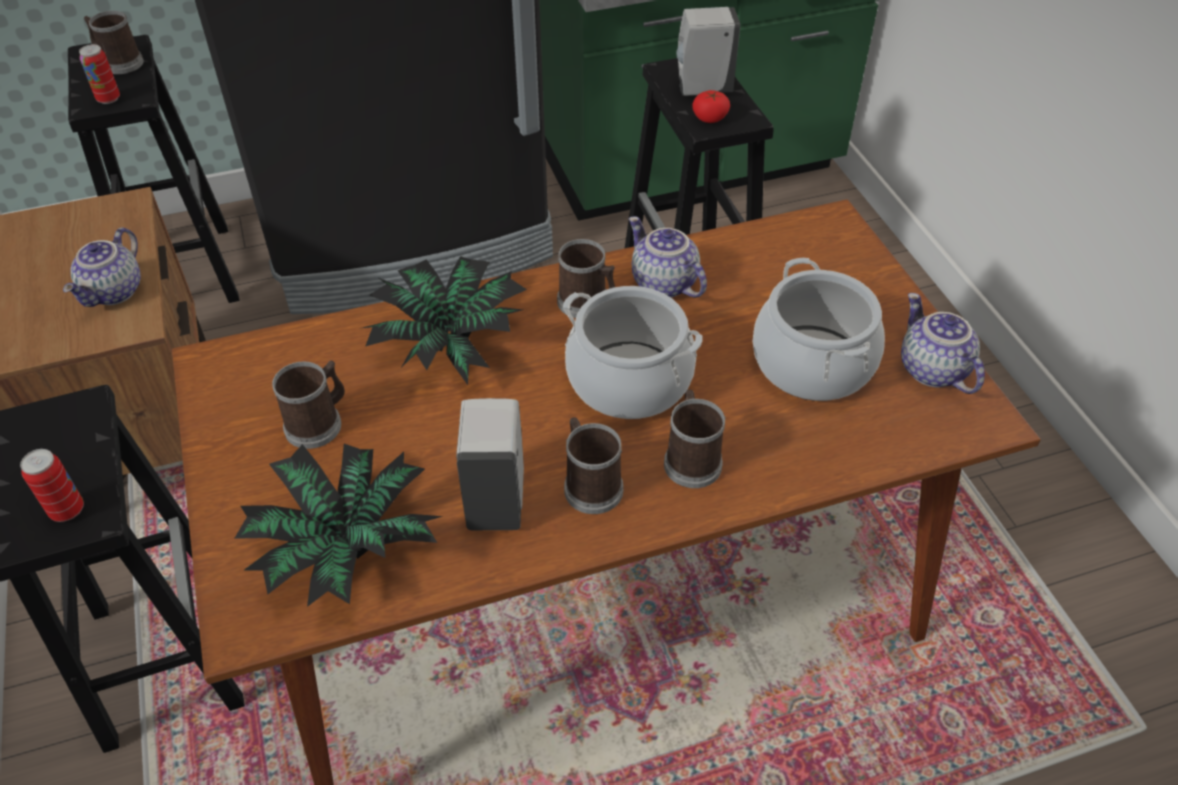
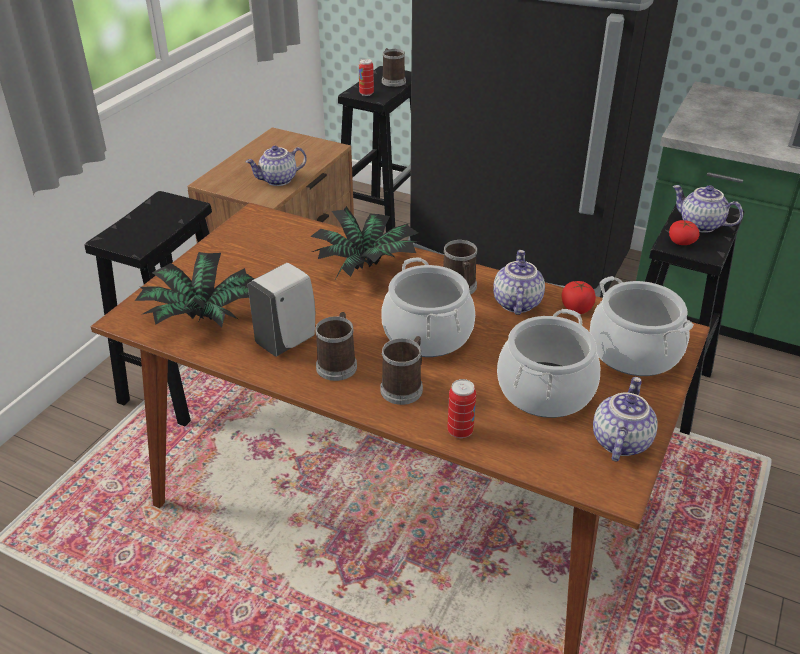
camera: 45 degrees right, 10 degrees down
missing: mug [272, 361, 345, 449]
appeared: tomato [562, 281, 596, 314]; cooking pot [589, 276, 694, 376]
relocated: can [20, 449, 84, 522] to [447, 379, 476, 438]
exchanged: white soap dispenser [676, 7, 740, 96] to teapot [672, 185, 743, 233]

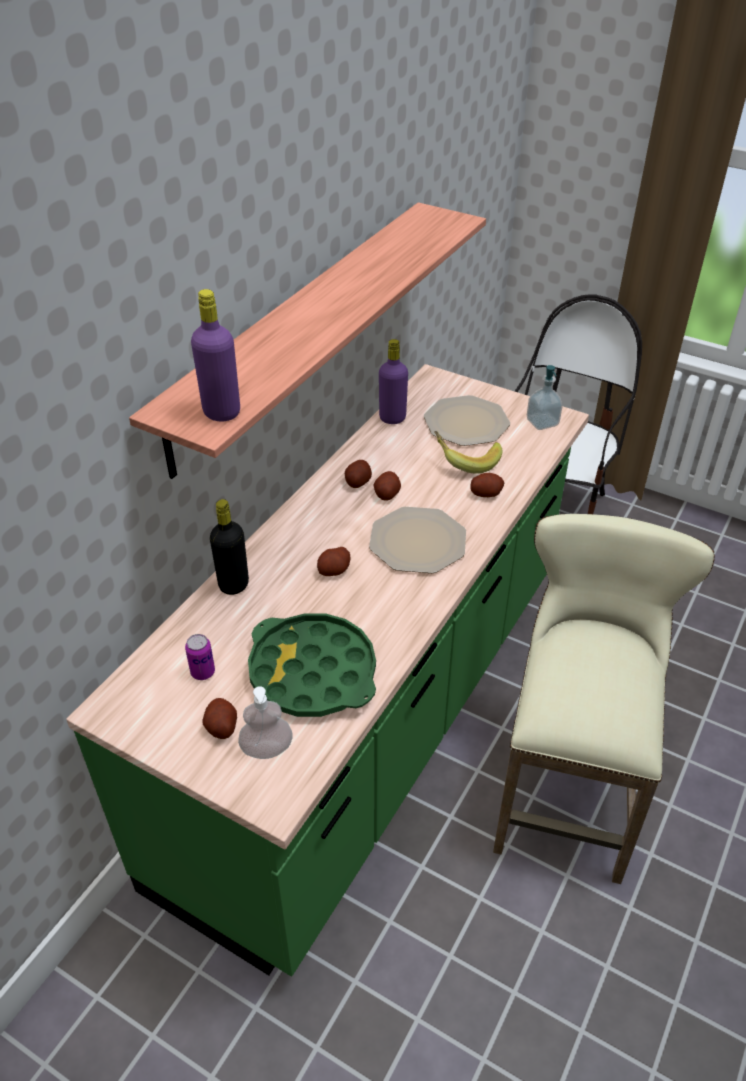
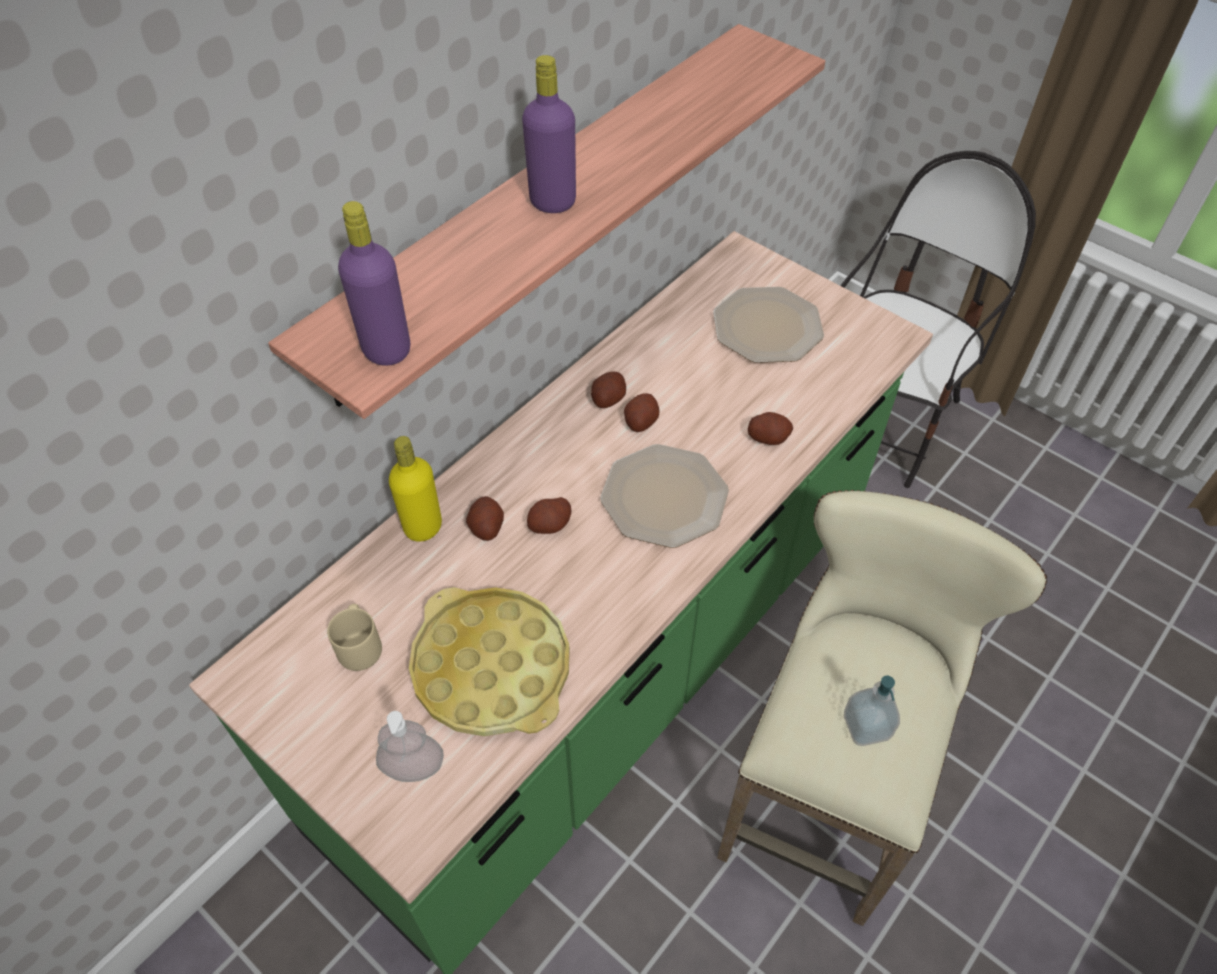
camera: 10 degrees right, 10 degrees up
missing: banana [434, 431, 502, 474]
relocated: potato [202, 698, 237, 739] to [466, 496, 504, 541]; purple bottle [379, 339, 408, 424] to [522, 55, 576, 213]; soap dispenser [527, 365, 563, 430] to [844, 676, 900, 746]
exchanged: can [185, 634, 215, 680] to beige mug [327, 604, 382, 671]
colour: black bottle [210, 499, 249, 595] to yellow bottle [389, 436, 442, 542]; green tray [248, 613, 376, 717] to yellow tray [409, 587, 569, 736]

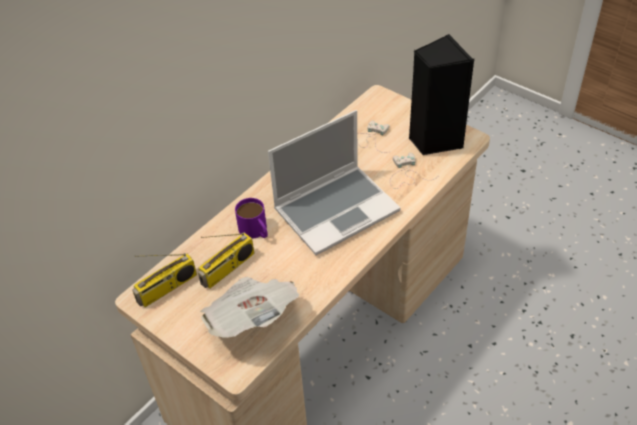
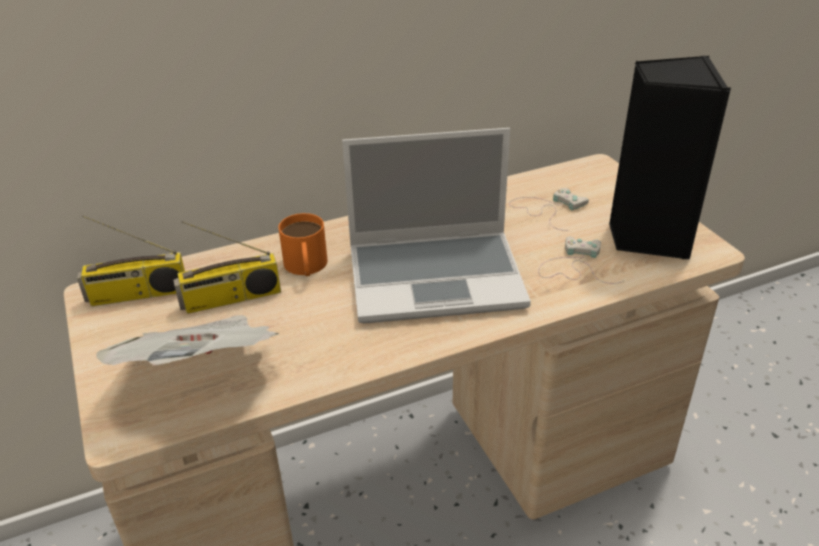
camera: 25 degrees right, 10 degrees down
colour: purple mug [235, 198, 268, 239] to orange mug [278, 213, 328, 276]

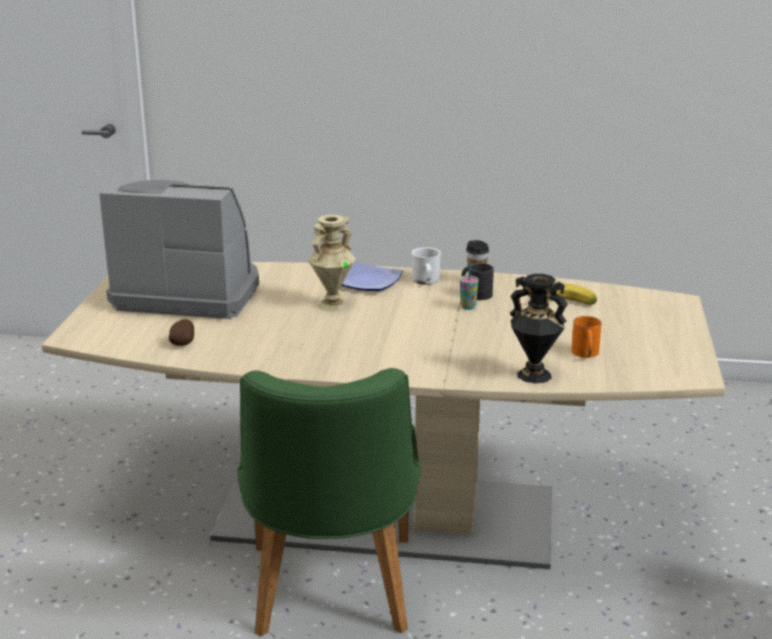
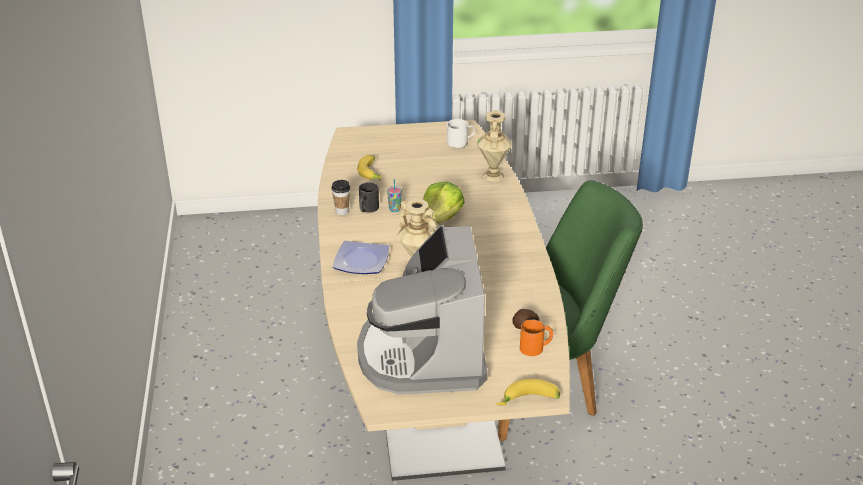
camera: 105 degrees left, 10 degrees up
appeared: lettuce [423, 182, 465, 224]; banana [496, 379, 560, 405]
relocated: white mug [412, 247, 441, 285] to [447, 119, 475, 148]; orange mug [571, 316, 602, 358] to [520, 319, 553, 356]
colour: black vase [510, 274, 568, 384] to beige vase [477, 110, 512, 182]

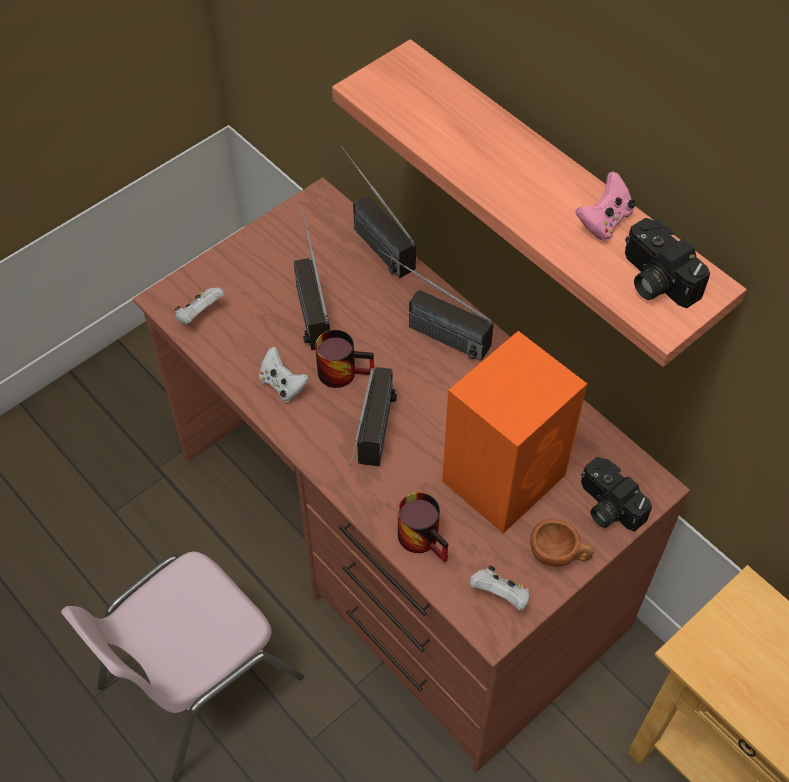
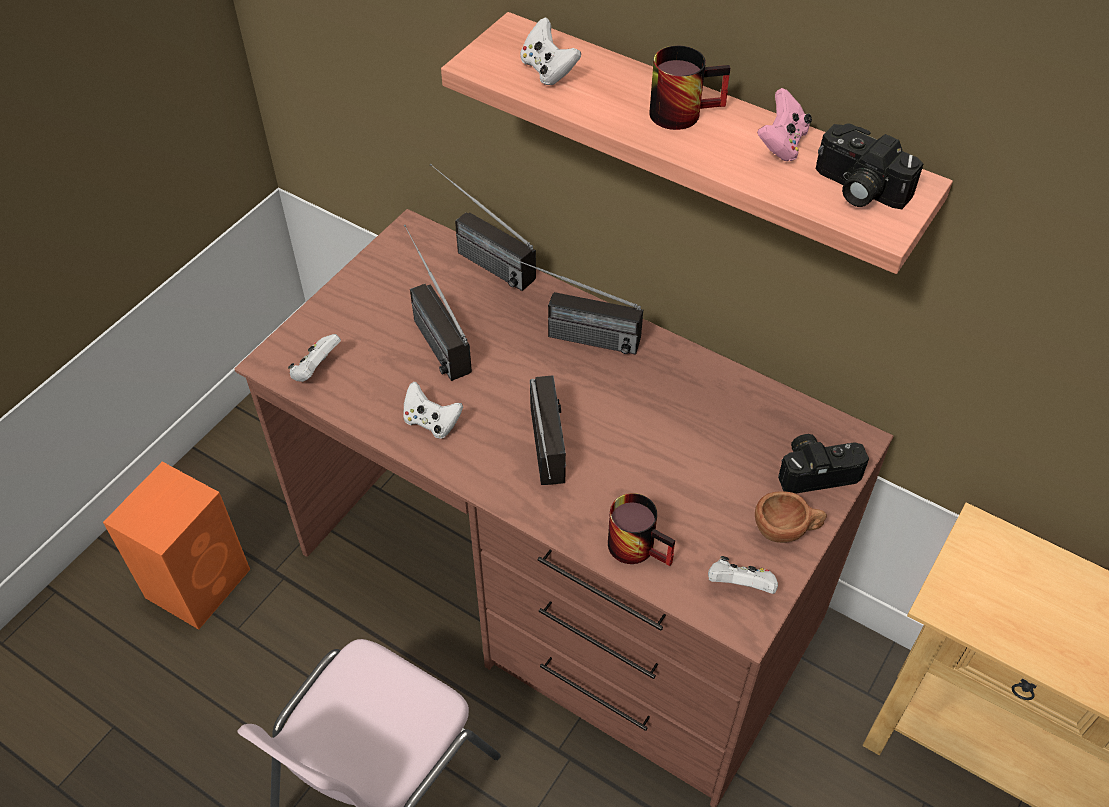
camera: 15 degrees left, 5 degrees down
appeared: white game controller [520, 17, 581, 85]
relocated: orange speaker [442, 331, 587, 534] to [103, 462, 250, 630]; mug [315, 330, 374, 388] to [649, 45, 730, 130]
spun: photo camera [581, 457, 652, 532] = [778, 434, 869, 493] 135 degrees clockwise

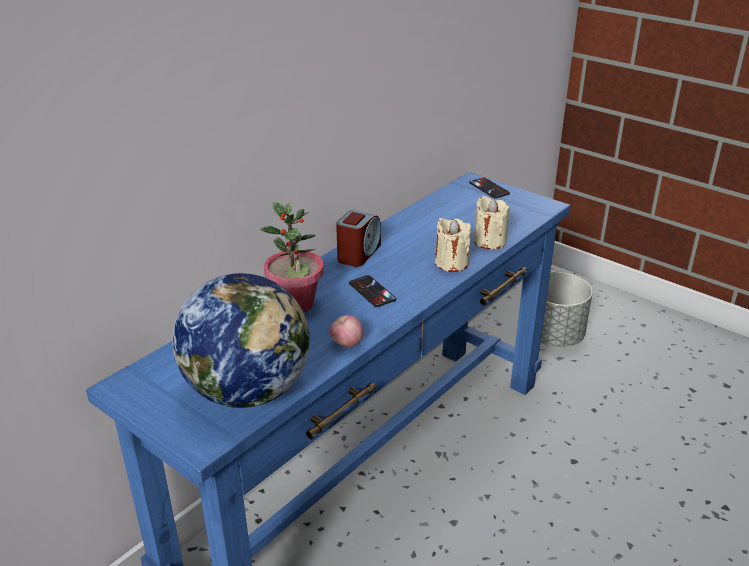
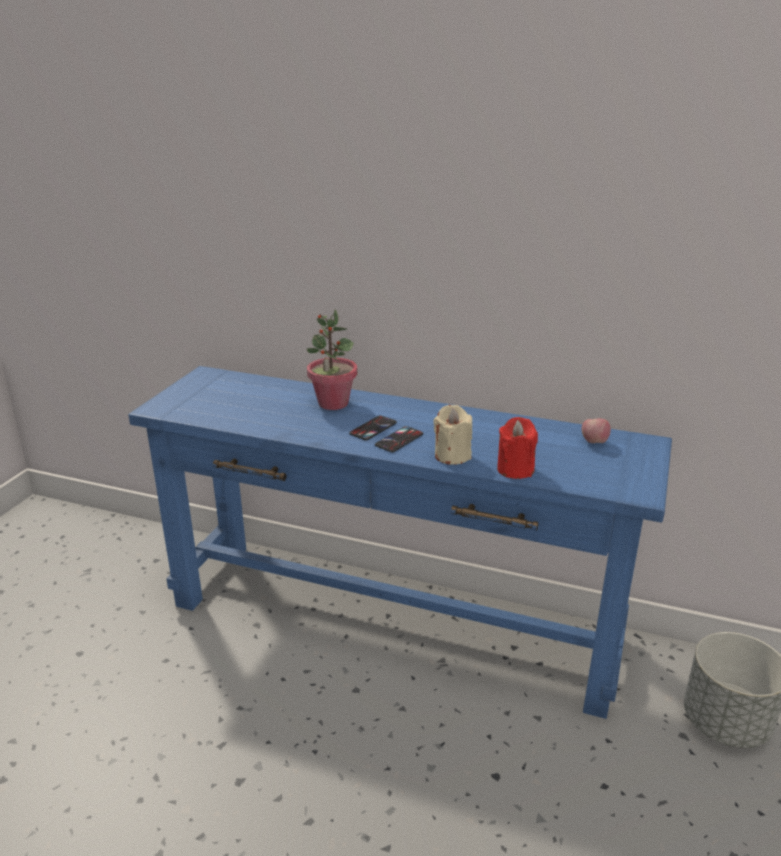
camera: 70 degrees right, 5 degrees down
missing: globe [172, 273, 310, 408]; alarm clock [336, 210, 381, 267]
relocated: phone [469, 177, 510, 198] to [375, 426, 423, 452]; apple [330, 315, 363, 347] to [581, 418, 611, 443]
colour: beige candle [474, 196, 510, 250] to red candle [497, 417, 538, 479]

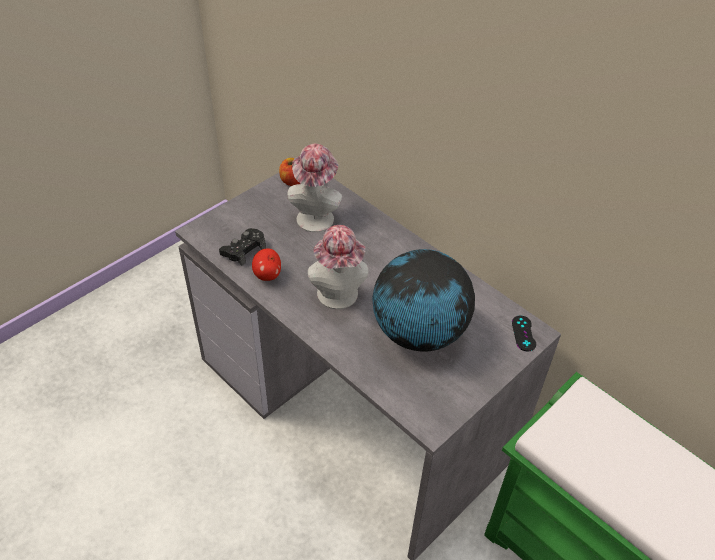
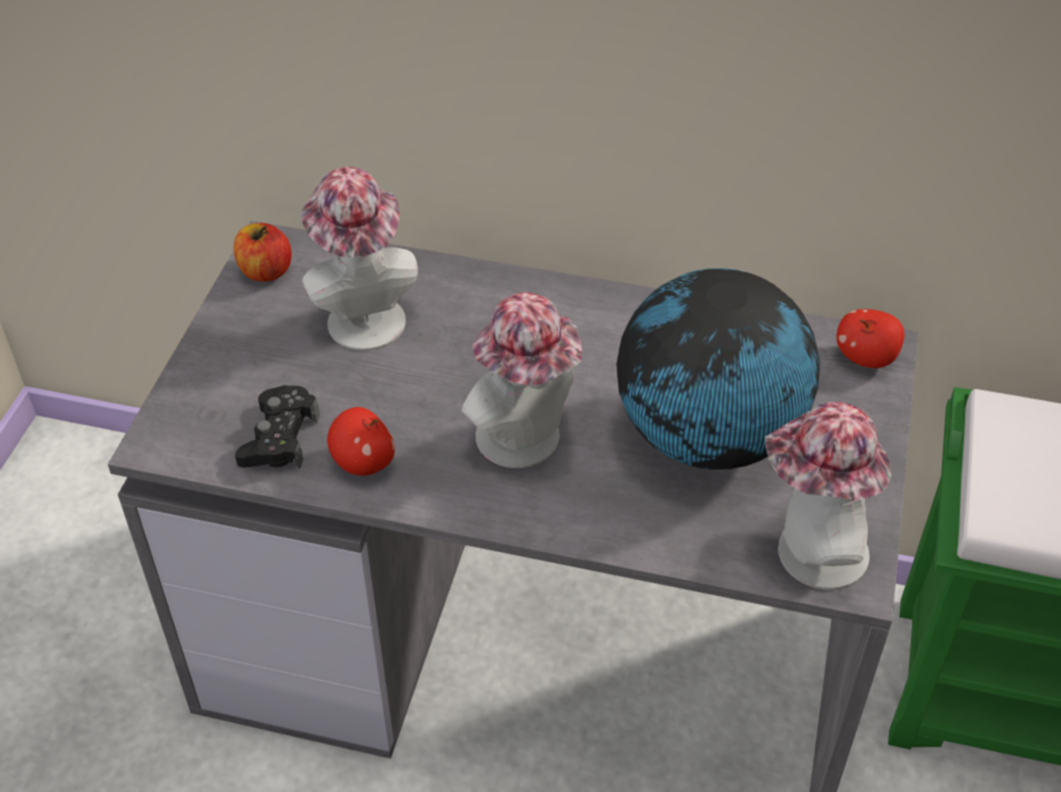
camera: 30 degrees left, 0 degrees up
appeared: hat [765, 402, 891, 590]
exchanged: black game controller [512, 316, 536, 351] to apple [836, 309, 904, 368]

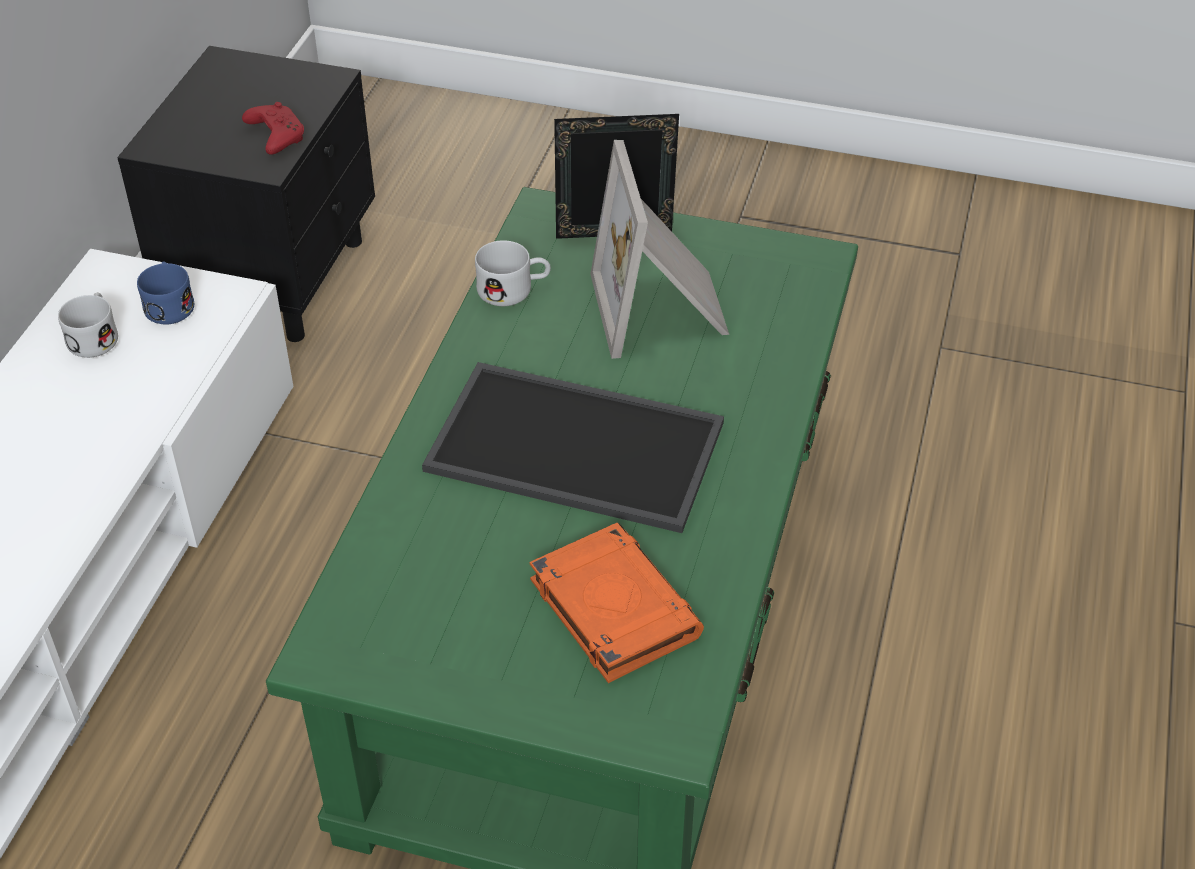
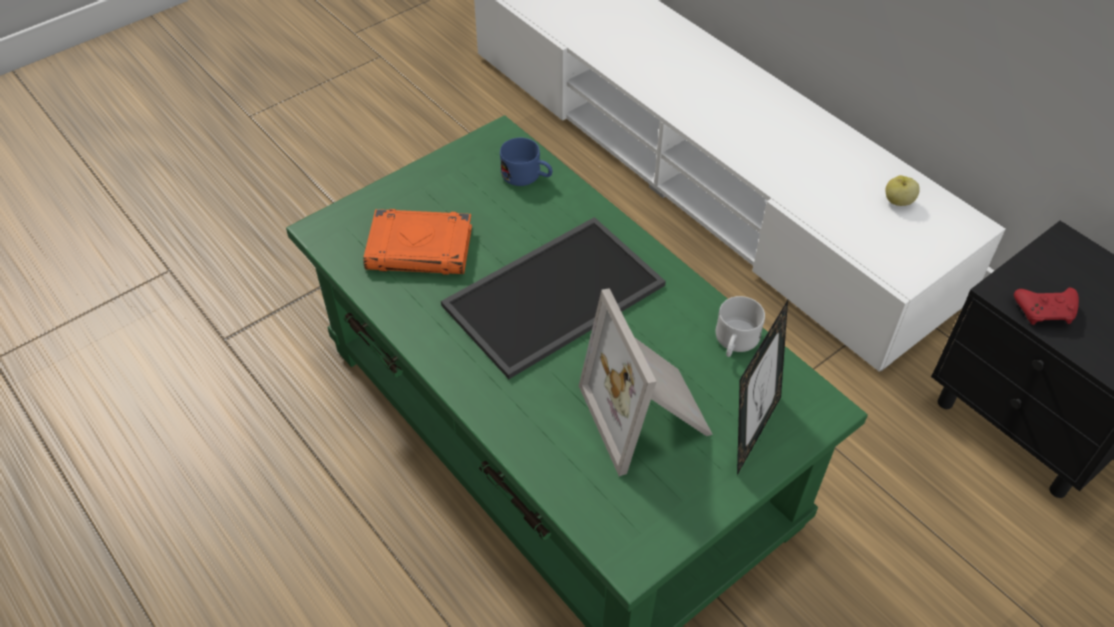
camera: 125 degrees right, 5 degrees up
relocated: blue mug [137, 261, 194, 325] to [500, 138, 553, 186]
exchanged: white mug [58, 292, 118, 358] to apple [885, 175, 920, 206]
spun: picture frame [590, 140, 729, 359] = [579, 288, 713, 476] 135 degrees counterclockwise

